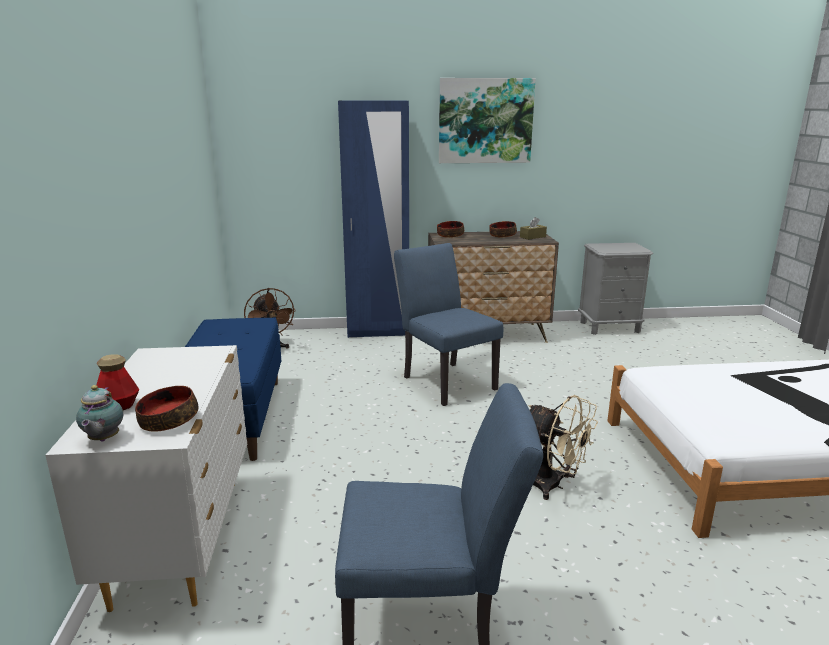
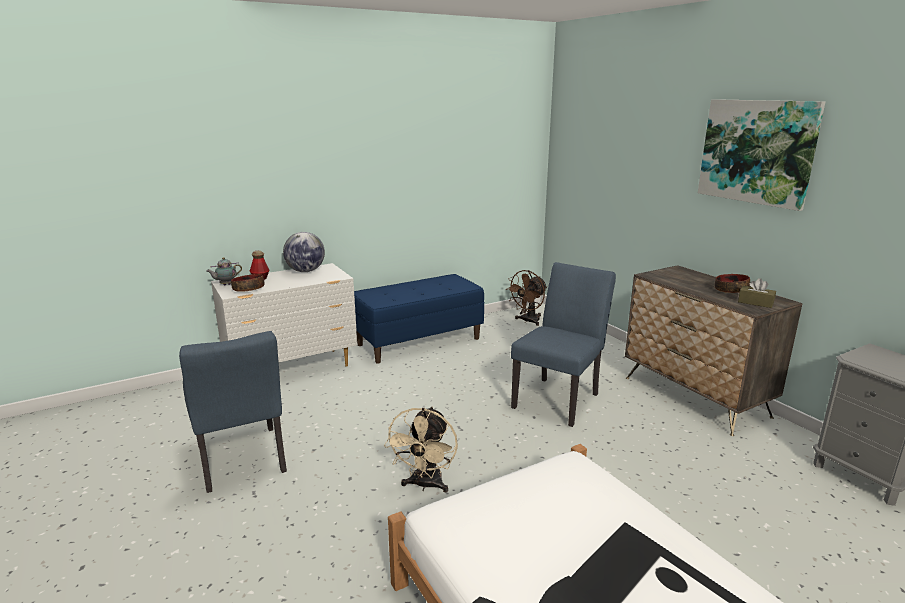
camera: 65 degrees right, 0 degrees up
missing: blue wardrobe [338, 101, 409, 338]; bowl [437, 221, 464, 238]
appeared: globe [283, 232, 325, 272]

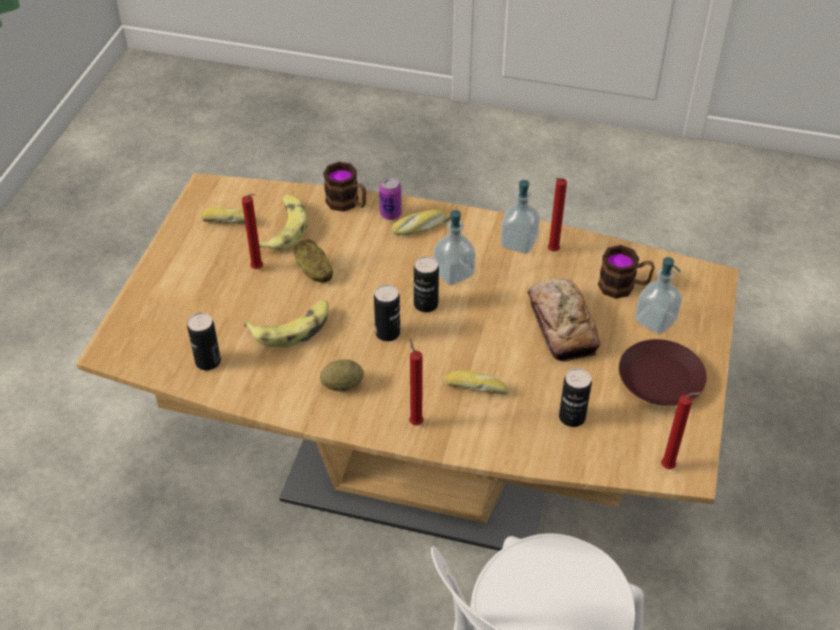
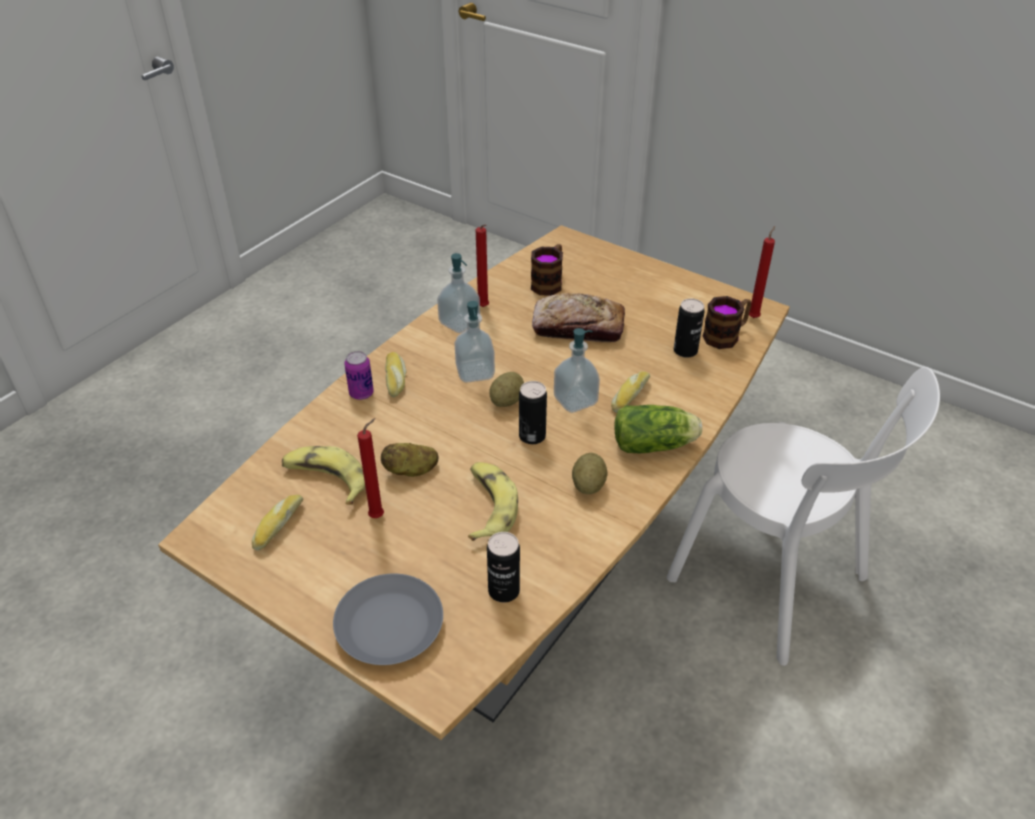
camera: 70 degrees left, 5 degrees down
missing: brown plate [619, 339, 707, 406]
appeared: grey plate [333, 574, 443, 665]
relocated: soap dispenser [635, 257, 683, 334] to [554, 328, 600, 413]; mug [323, 162, 366, 212] to [703, 296, 751, 349]
exchanged: can [414, 256, 439, 312] to potato [489, 372, 524, 407]; red candle [409, 339, 424, 426] to lettuce [614, 405, 702, 454]

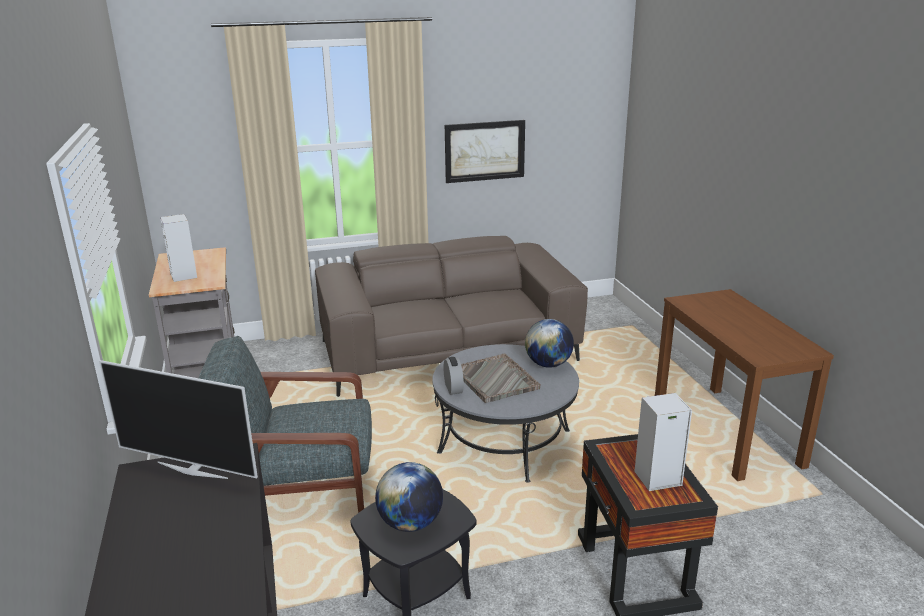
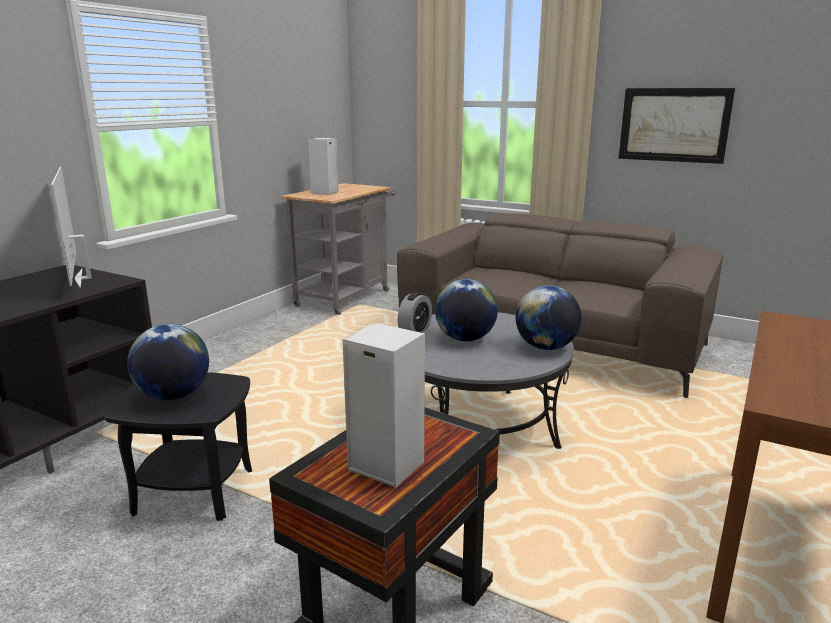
camera: 45 degrees right, 5 degrees down
missing: grey armchair [198, 336, 372, 513]
exchanged: grey tray [461, 353, 540, 403] to globe [435, 279, 498, 341]

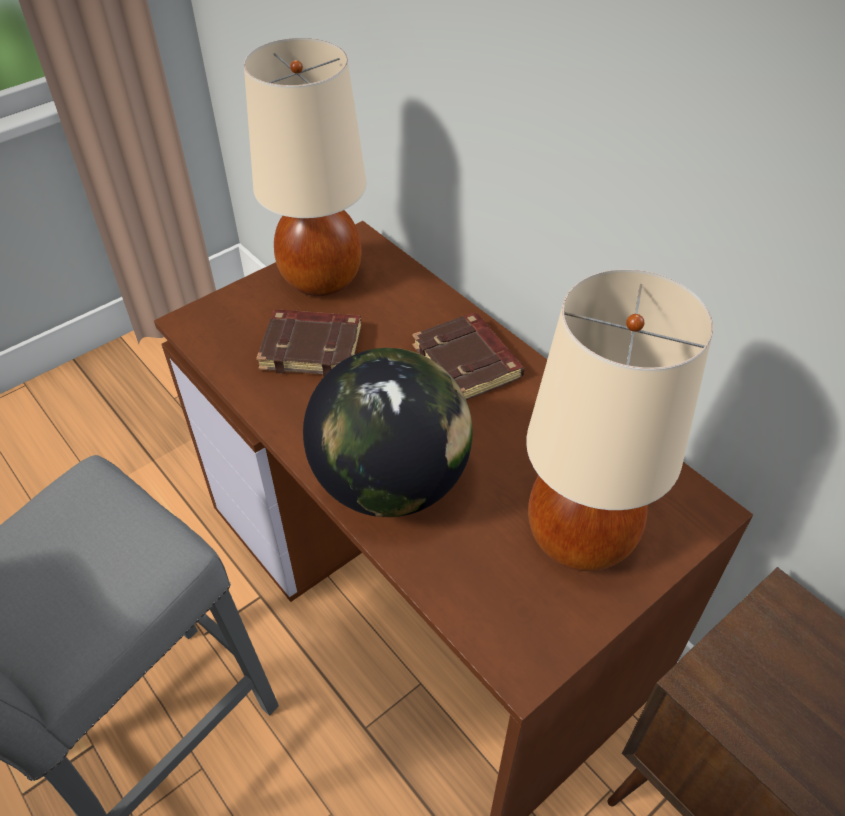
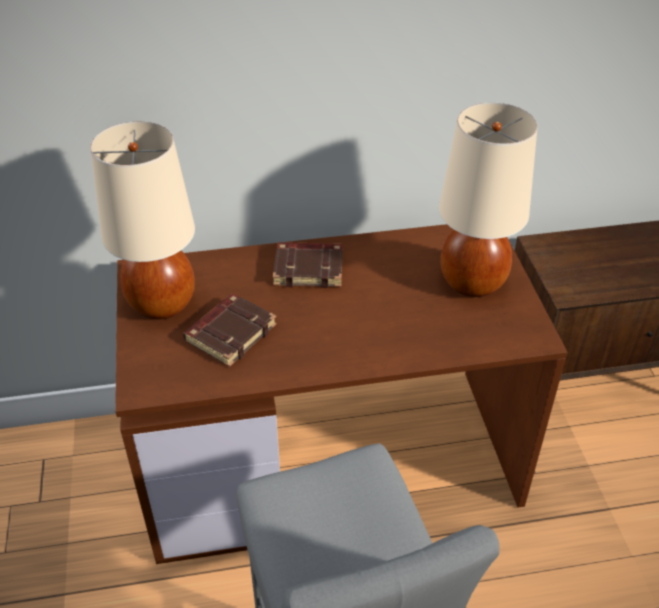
camera: 60 degrees left, 5 degrees down
missing: globe [303, 348, 473, 517]

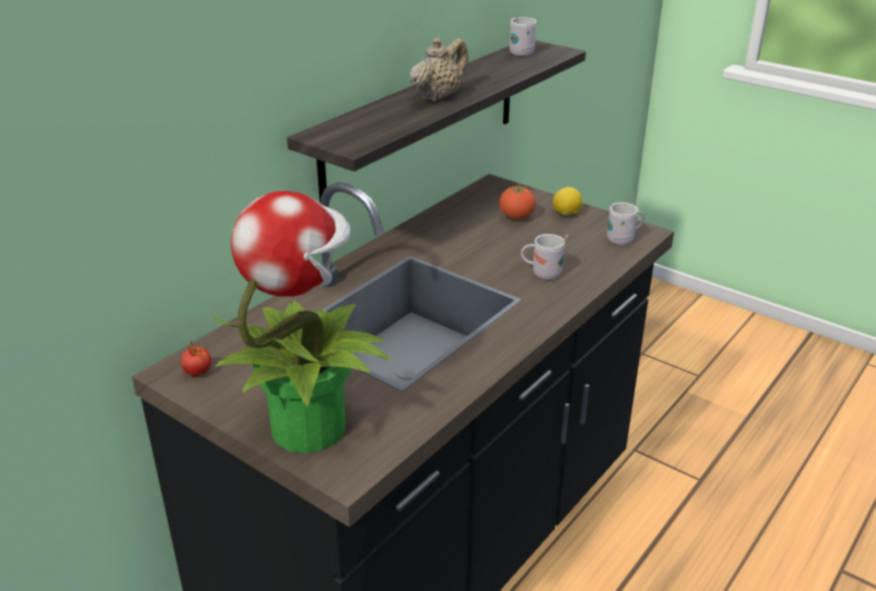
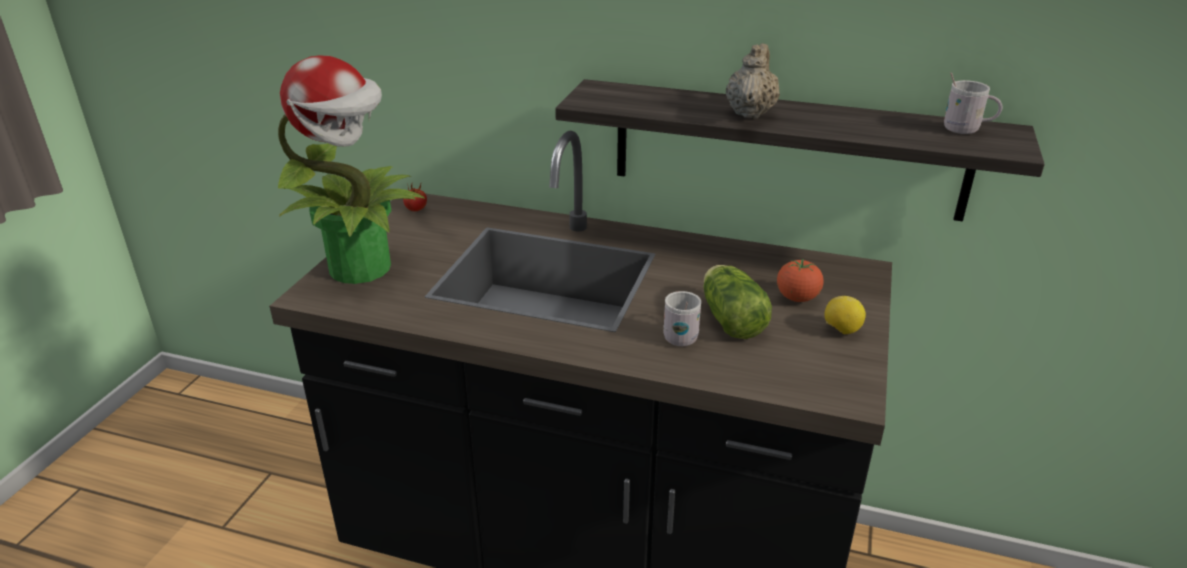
camera: 70 degrees right, 0 degrees up
missing: white mug [607, 203, 644, 245]
appeared: lettuce [703, 265, 772, 339]
spun: beige teapot [410, 37, 468, 102] = [726, 43, 780, 119] 90 degrees counterclockwise

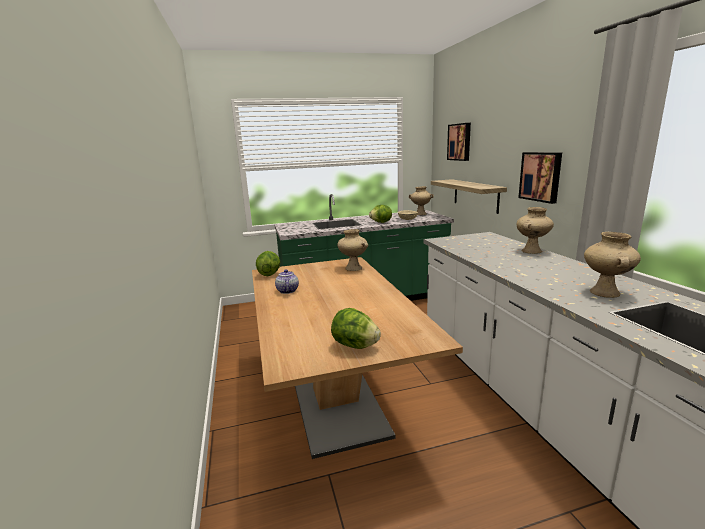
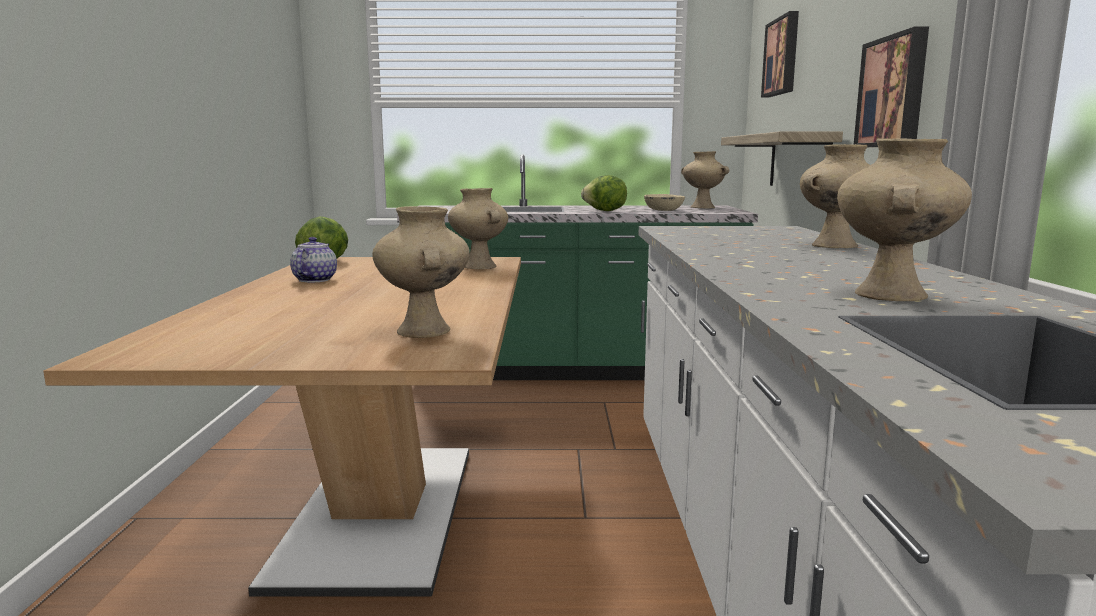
camera: 15 degrees right, 5 degrees down
missing: lettuce [331, 308, 381, 349]
appeared: beige vase [372, 206, 469, 338]

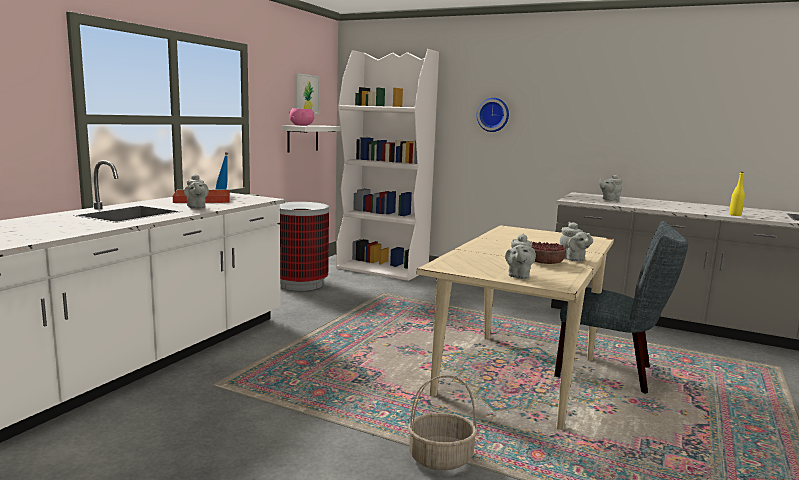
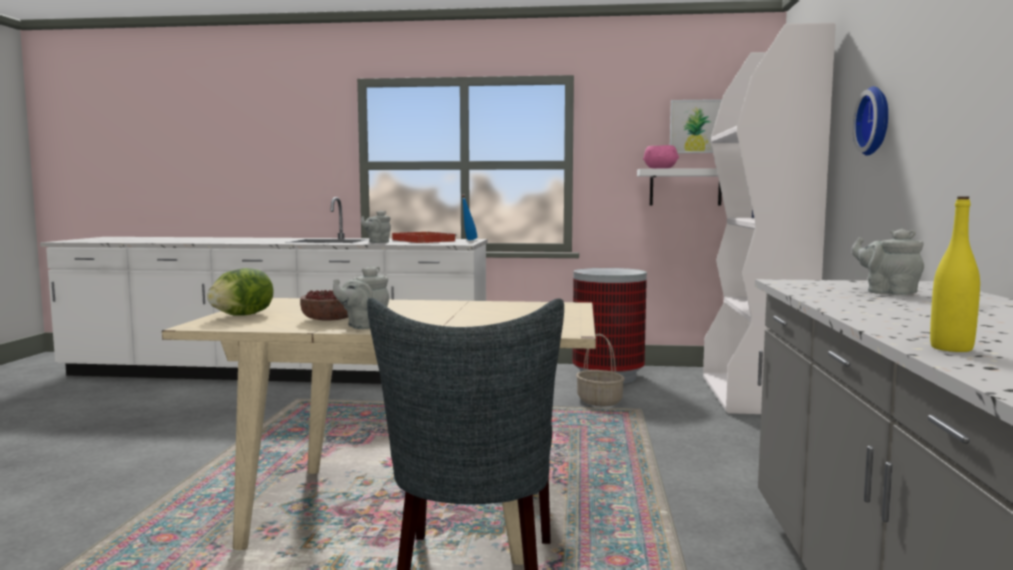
camera: 70 degrees right, 5 degrees down
relocated: basket [408, 375, 478, 470] to [576, 334, 625, 406]
exchanged: grey teapot [505, 233, 536, 279] to lettuce [207, 268, 274, 316]

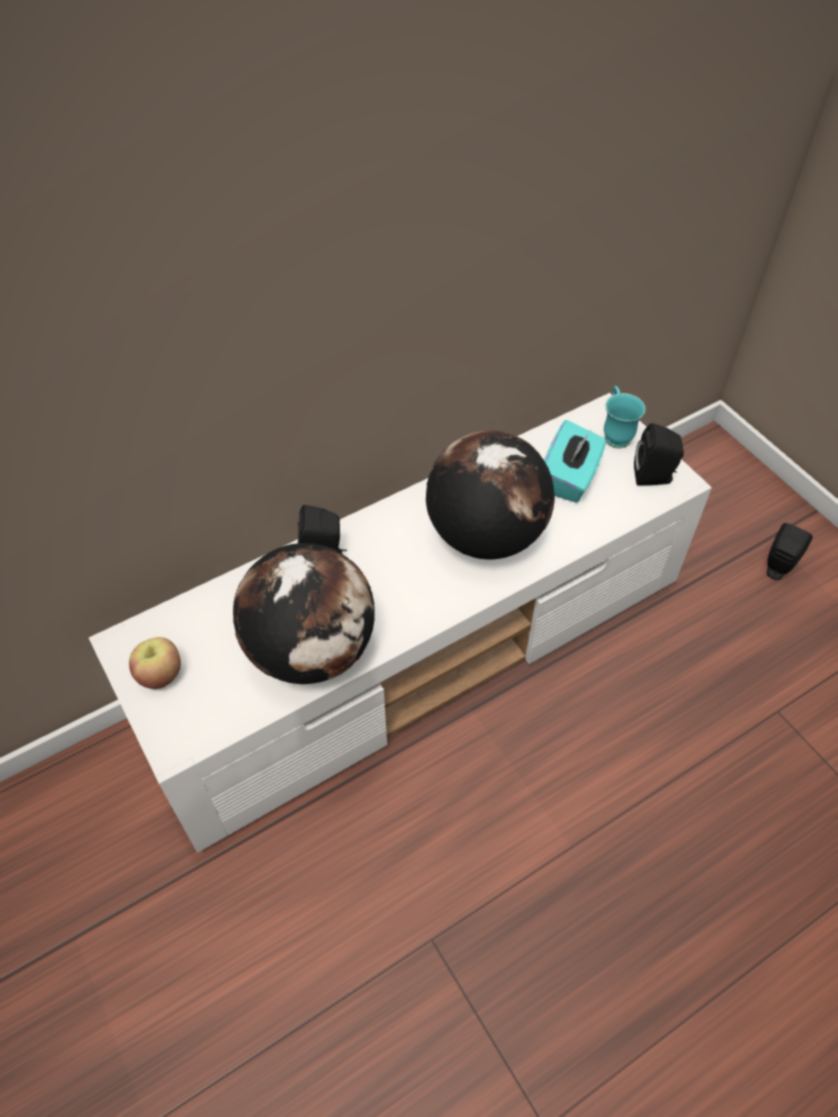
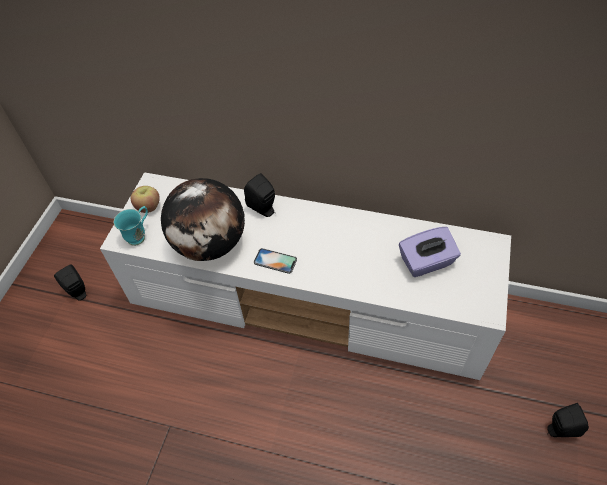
camera: 50 degrees right, 0 degrees up
missing: globe [426, 431, 555, 559]
appeared: phone [254, 248, 297, 274]
relocated: black speaker [634, 423, 684, 486] to [54, 264, 87, 301]; turquoise mug [604, 386, 646, 448] to [114, 206, 148, 246]
colour: turquoise tissue box [544, 420, 606, 502] to purple tissue box [399, 227, 461, 277]

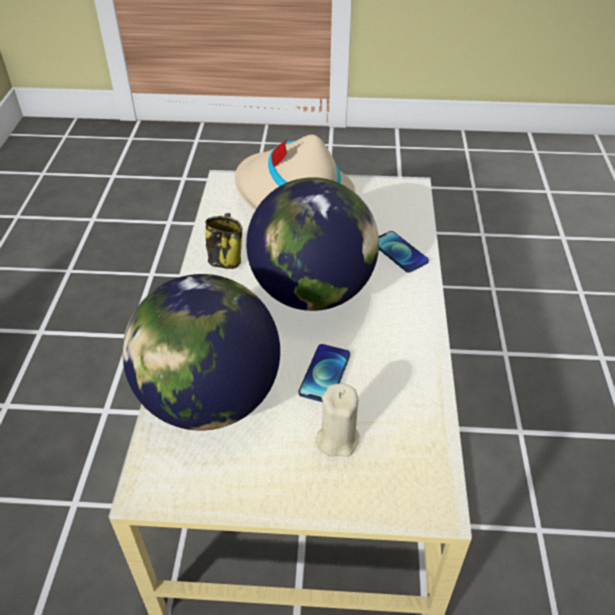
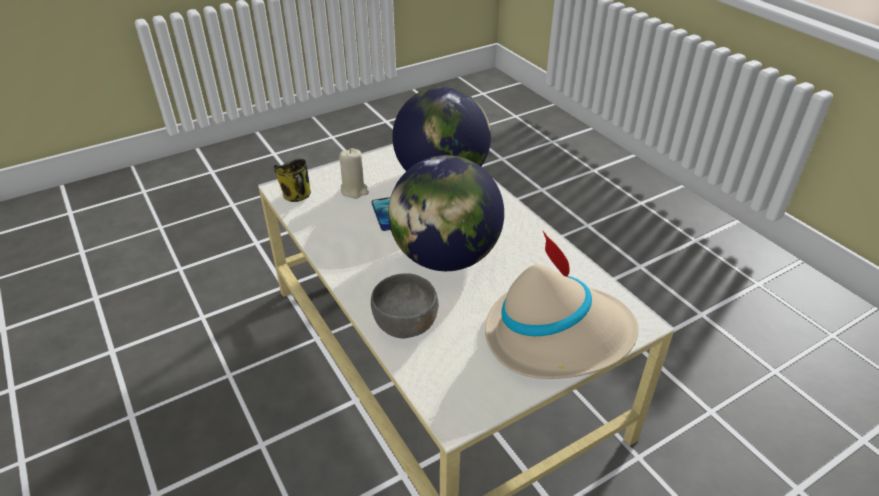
camera: 145 degrees right, 5 degrees down
relocated: mug [205, 213, 243, 269] to [274, 159, 311, 202]
exchanged: phone [379, 231, 429, 272] to grey bowl [371, 273, 438, 338]

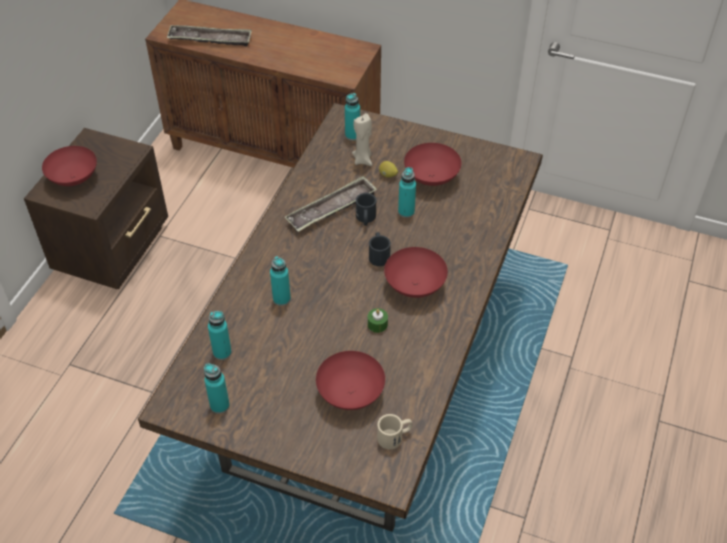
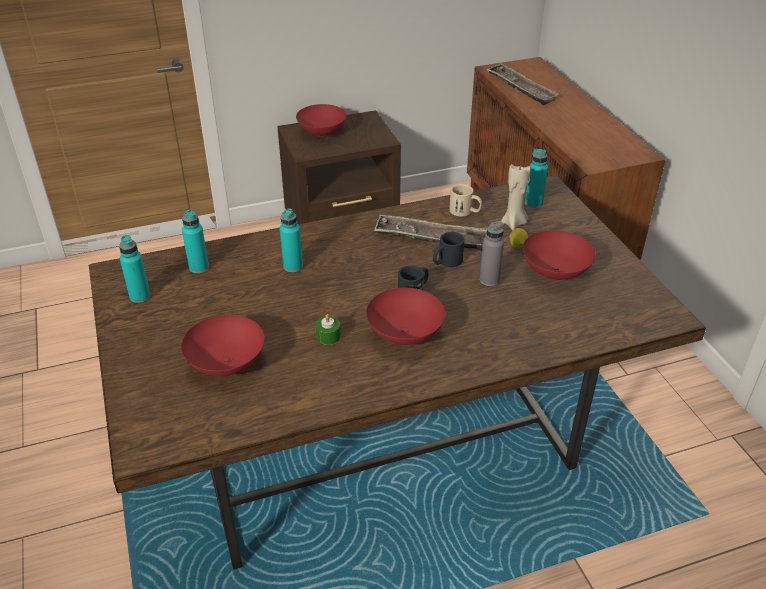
camera: 50 degrees right, 10 degrees down
relocated: beige mug [377, 414, 413, 449] to [449, 184, 482, 216]
colour: turquoise bottle [398, 167, 416, 218] to grey bottle [479, 221, 504, 286]

